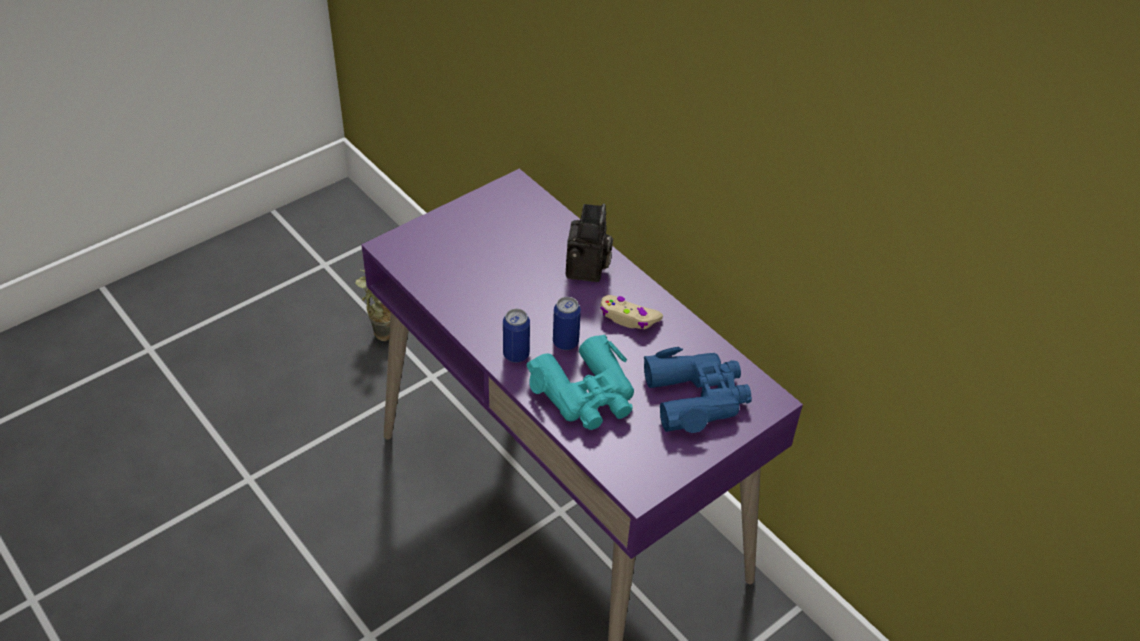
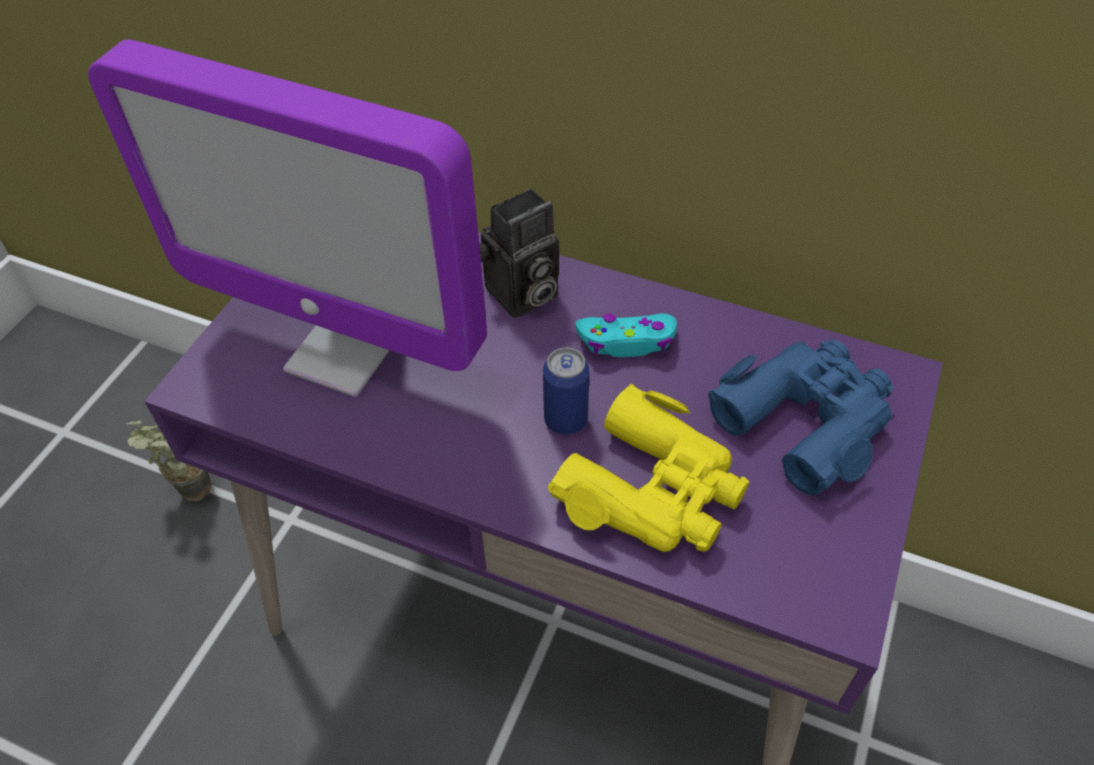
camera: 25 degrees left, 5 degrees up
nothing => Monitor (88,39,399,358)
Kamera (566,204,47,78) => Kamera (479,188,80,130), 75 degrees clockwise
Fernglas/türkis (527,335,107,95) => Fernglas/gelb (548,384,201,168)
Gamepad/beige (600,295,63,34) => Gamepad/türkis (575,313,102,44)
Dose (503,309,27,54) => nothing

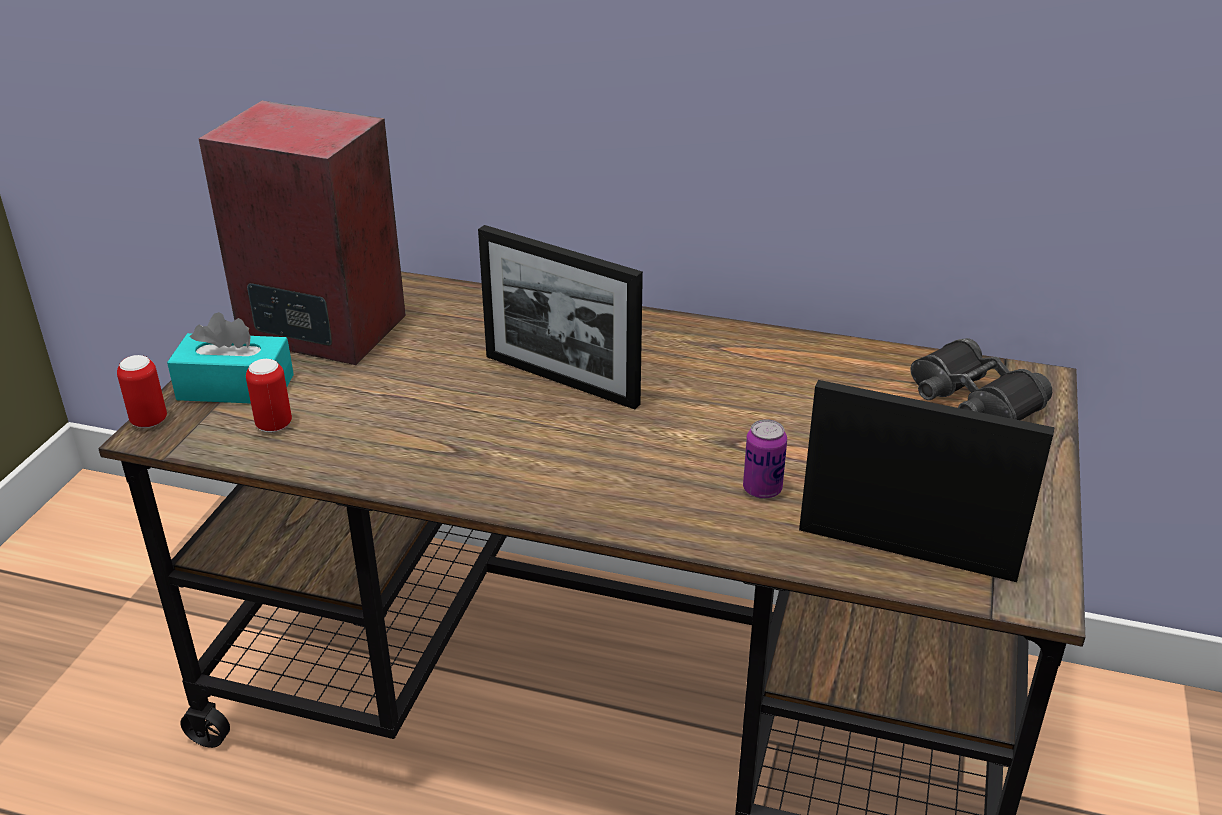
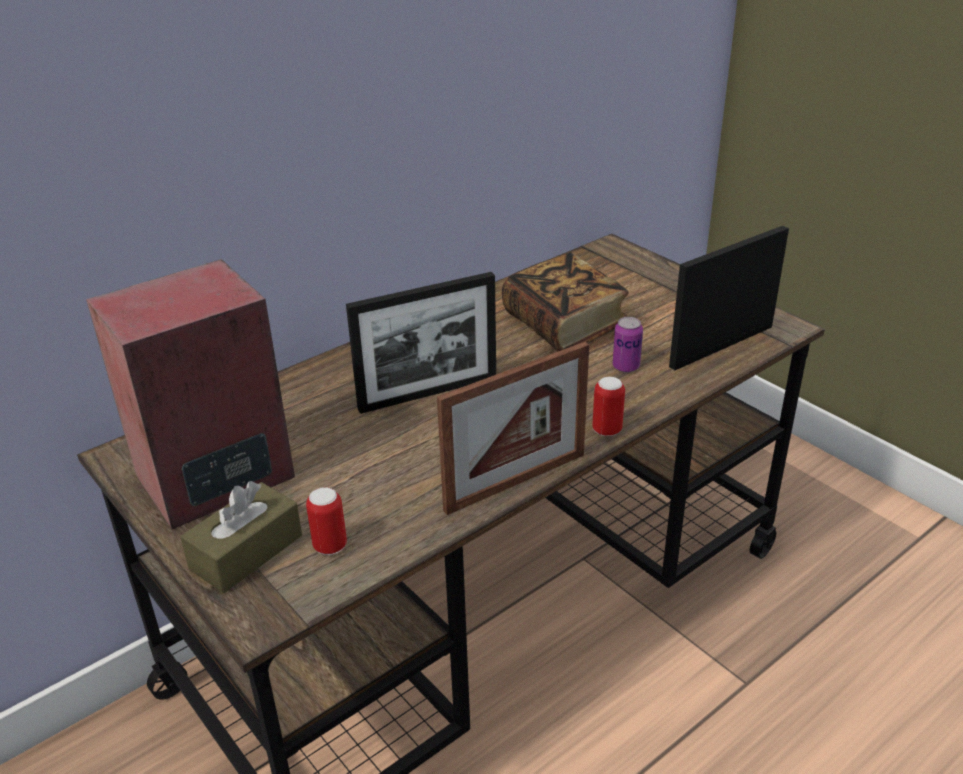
camera: 55 degrees left, 0 degrees up
Taschentuchbox/türkis (167,312,127,91) => Taschentuchbox/braun (180,481,122,112)
nothing => Bilderrahmen (437,342,152,173)
nothing => Buch (502,252,127,100)
Dose (117,355,50,73) => Dose (592,377,33,59), shifted
Fernglas/schwarz (911,338,141,82) => nothing

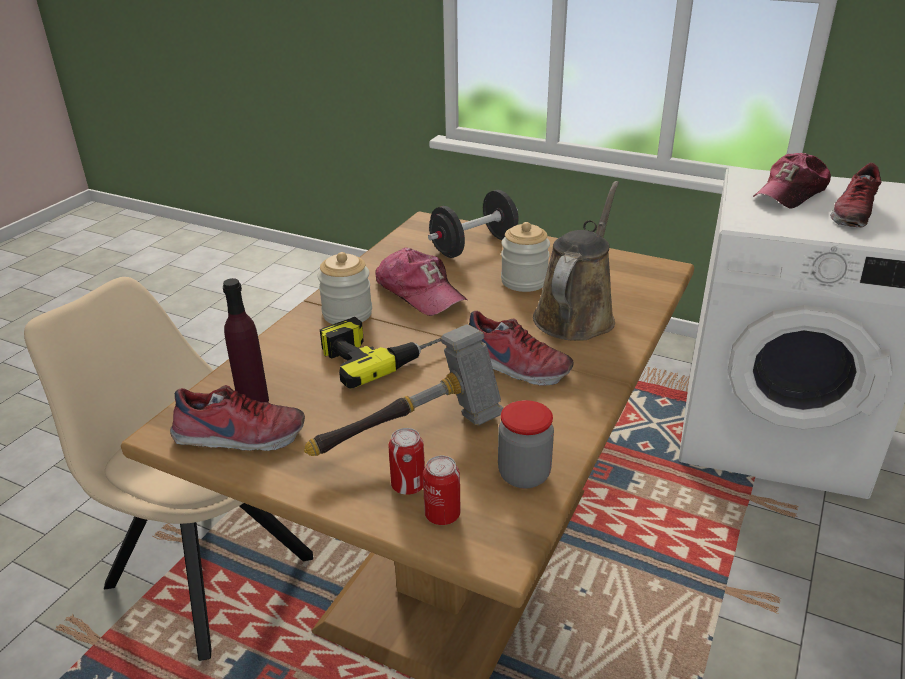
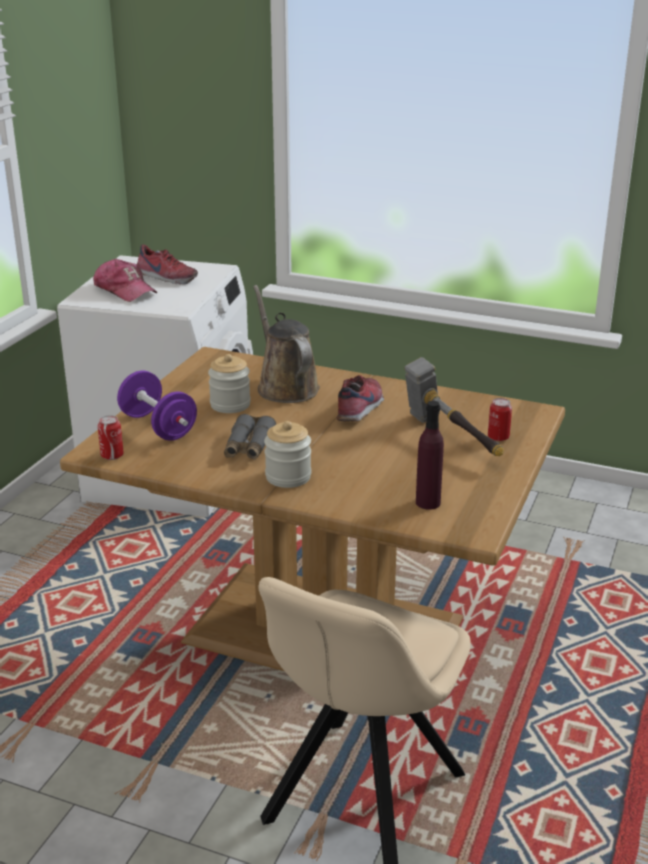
camera: 95 degrees left, 5 degrees down
Dose (423,456,38,69) => Dose (98,415,26,45), shifted
Hantel/schwarz (428,190,90,68) => Hantel/lila (117,371,80,70)
Kappe (376,247,91,69) => Fernglas/grau (224,414,52,46)
Gießkanne/braun (533,181,86,160) => Gießkanne/braun (253,285,67,118), 45 degrees clockwise
Schuh (170,385,135,66) => nothing
Bohrmaschine (320,317,121,72) => nothing
Vorratsglas (498,400,56,89) => nothing

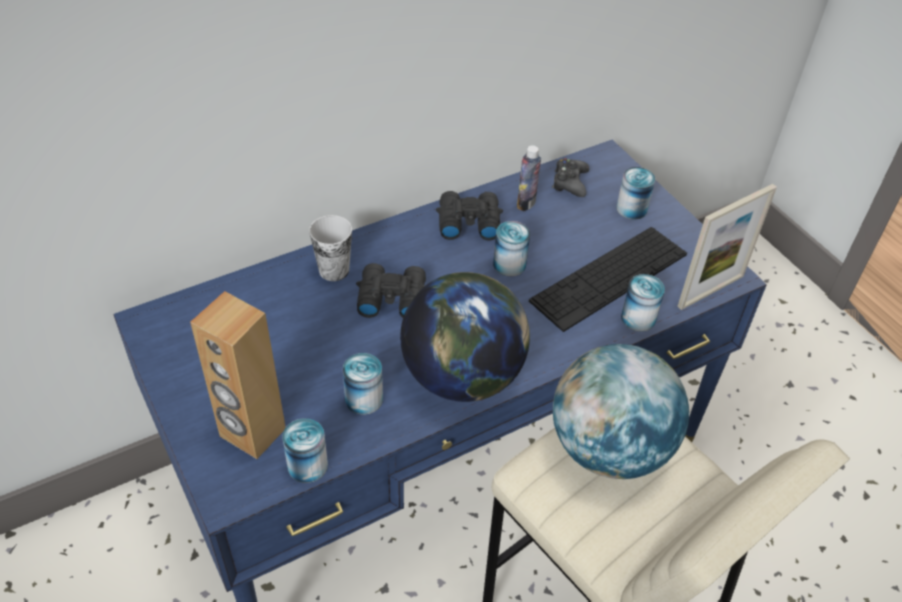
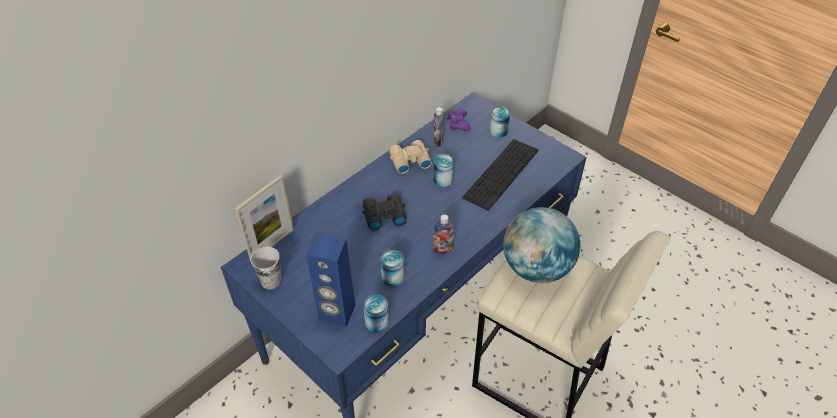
camera: 15 degrees left, 0 degrees up
Bilderrahmen (677,184,100,126) => Bilderrahmen (235,175,59,86), shifted
Tasse (309,215,43,66) => Tasse (251,247,31,42), shifted
Lautsprecher/braun (190,291,96,168) => Lautsprecher/blau (306,232,49,95)
Fernglas/schwarz (436,191,67,50) => Fernglas/beige (389,140,43,34)
Globus (400,272,130,130) => Flasche (433,214,22,40)
Gamepad/schwarz (552,158,38,39) => Gamepad/lila (447,110,24,21)
Dose (621,274,44,58) => nothing

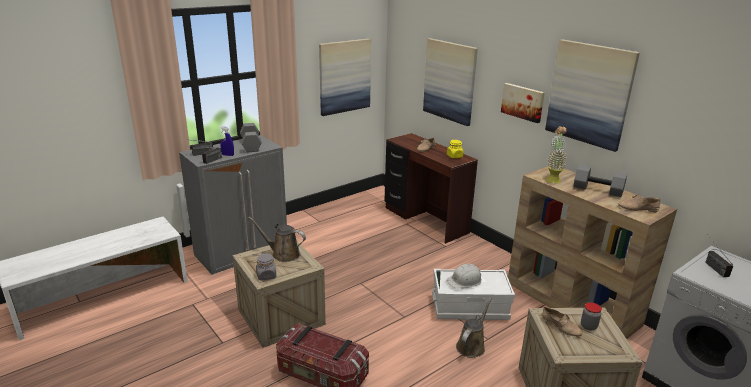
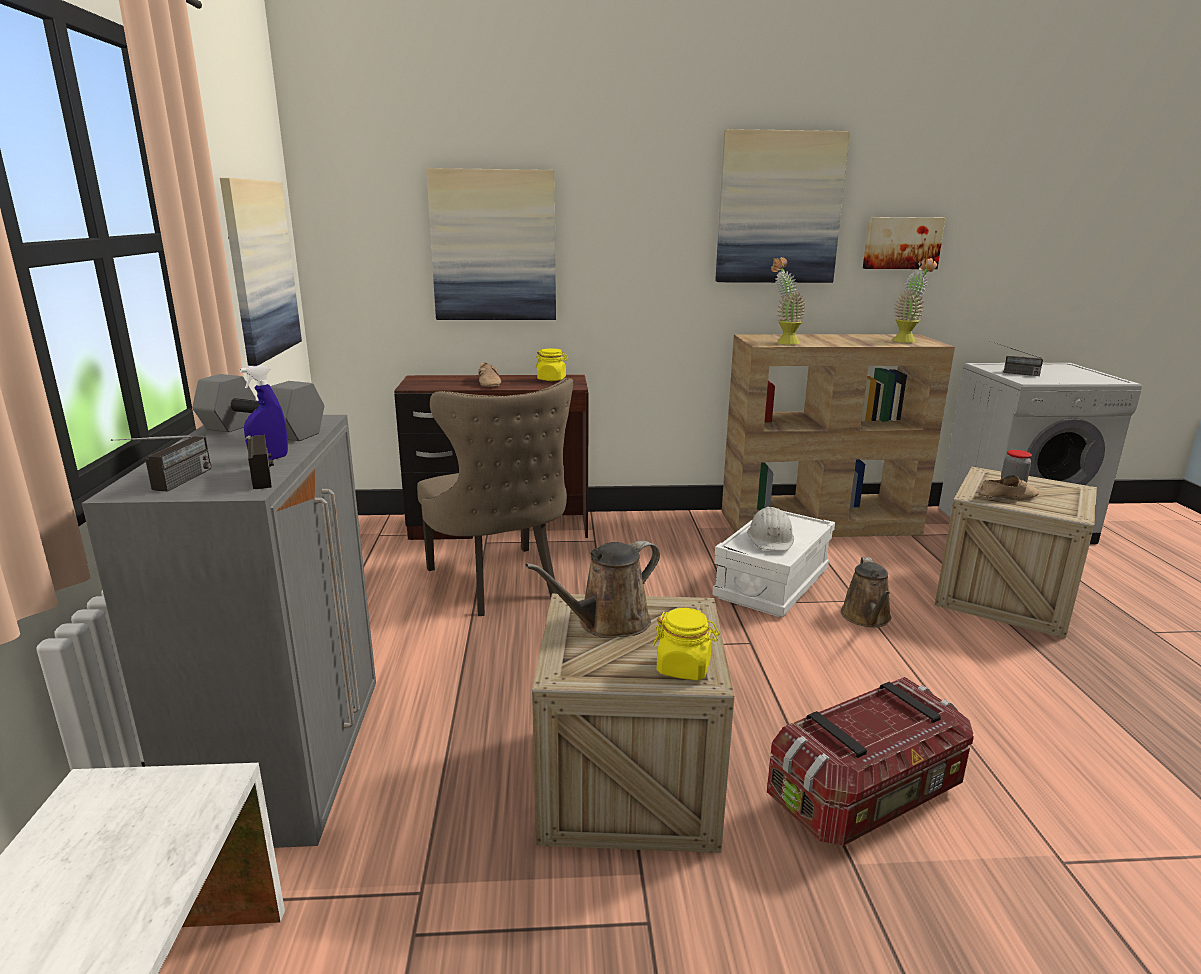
camera: 55 degrees left, 5 degrees down
nothing => Stuhl/beige (417,377,156,239)
Vorratsglas/grau (256,253,20,27) => Vorratsglas/gelb (653,608,66,72)
Gießkanne/braun (456,298,36,60) => Gießkanne/braun (841,557,50,70), 150 degrees counterclockwise
Bild (501,83,44,40) => Bild (863,217,82,52), shifted
Schuh/beige (618,195,43,17) => Topfpflanze (893,258,44,85)
Hantel/grau (574,165,53,32) => nothing

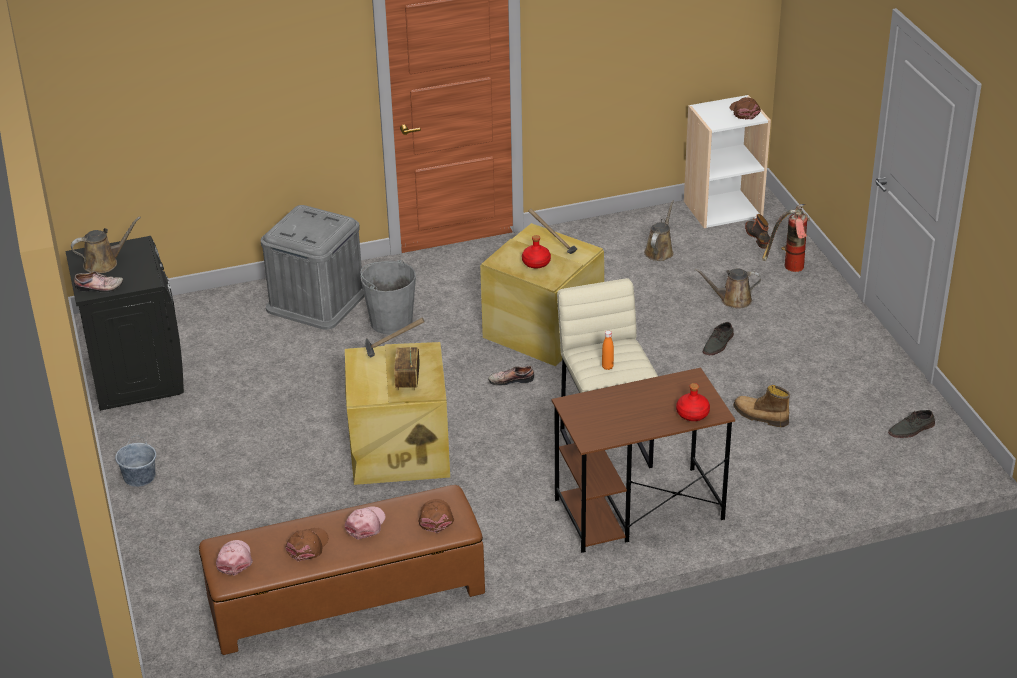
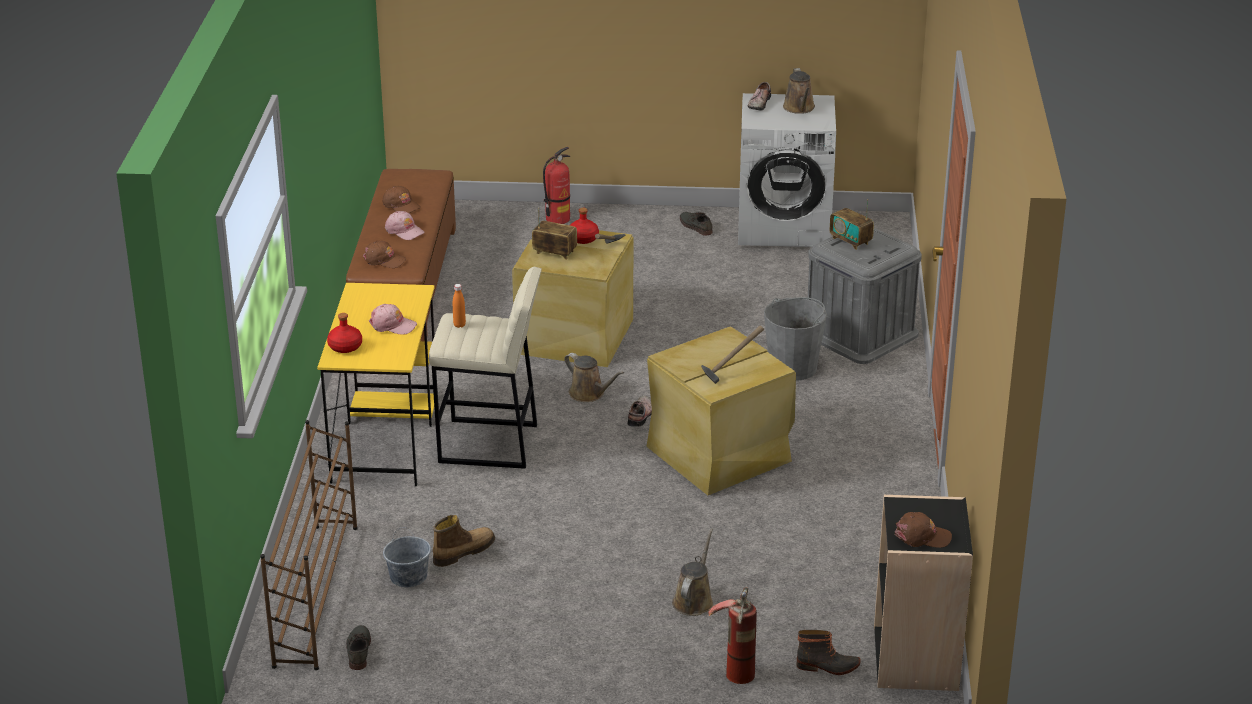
camera: 110 degrees right, 5 degrees down
nothing => Schuhregal/braun (260,420,98,250)
Schreibtisch/braun (552,368,183,185) => Schreibtisch/gelb (317,283,120,203)
Kappe/rosa (216,540,37,35) => Kappe/rosa (369,304,48,31), shifted
Eimer/grau (115,435,41,52) => Eimer/grau (383,528,48,59), shifted
nothing => Feuerlöscher (543,147,27,77)
Gießkanne/braun (644,201,30,60) => Gießkanne/braun (564,353,60,49), shifted
Flasche/rot (522,235,29,33) => Flasche/rot (570,208,29,36), shifted
Schuh/grau (703,322,31,33) => Schuh/grau (680,212,33,24), shifted
Waschmaschine/schwarz (65,236,119,175) => Waschmaschine/weiß (738,93,98,154)
nothing => Radio (829,199,45,51)
Bücherregal/weiß (684,95,87,133) => Bücherregal/schwarz (874,495,99,196)

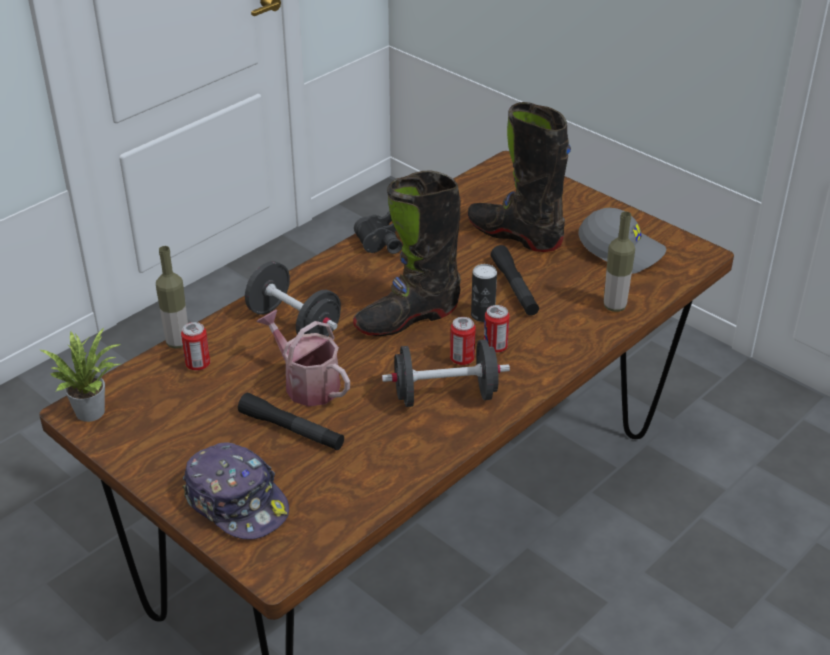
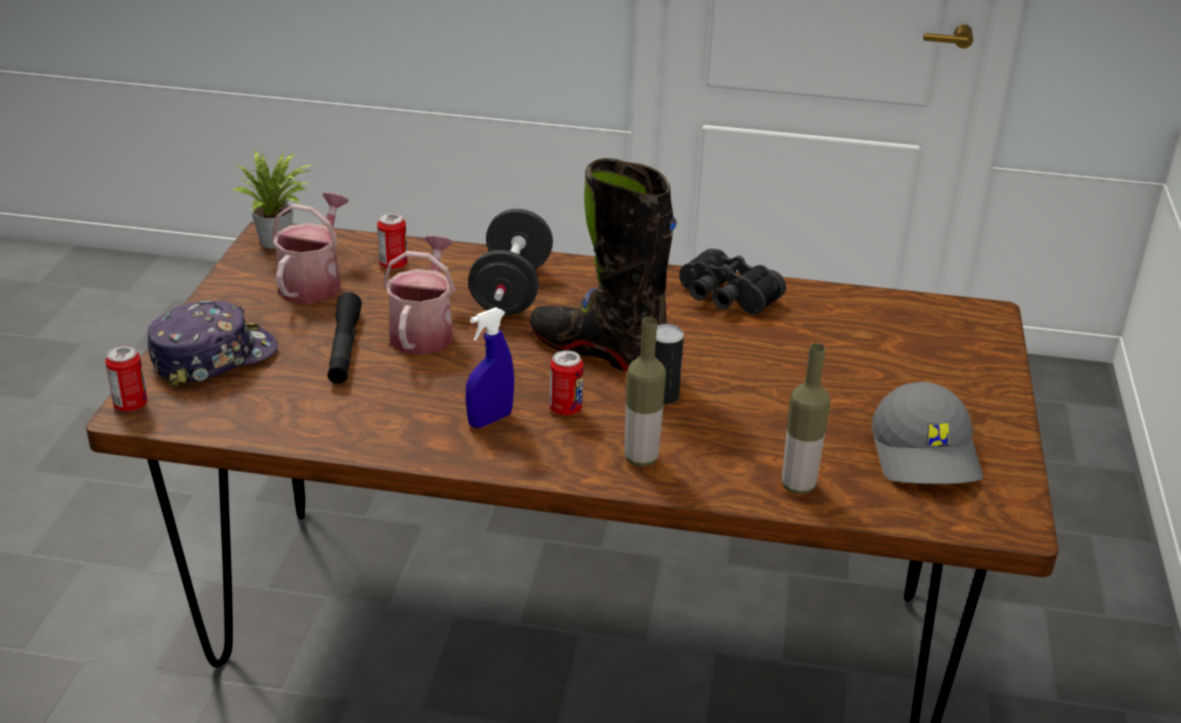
camera: 55 degrees right, 5 degrees down
Dose (484,305,26,48) => Dose (105,346,42,66), shifted
Kappe (182,442,107,97) => Kappe (148,301,130,87), 135 degrees counterclockwise
nothing => Gießkanne (272,192,77,112)
Hantel/schwarz (382,340,128,67) => Sprühflasche/blau (466,307,48,121)
Flasche (156,246,32,103) => Flasche (624,317,42,150), shifted
Stiefel/schwarz (468,102,103,150) => nothing
Taschenlampe/schwarz (491,245,48,71) => nothing

